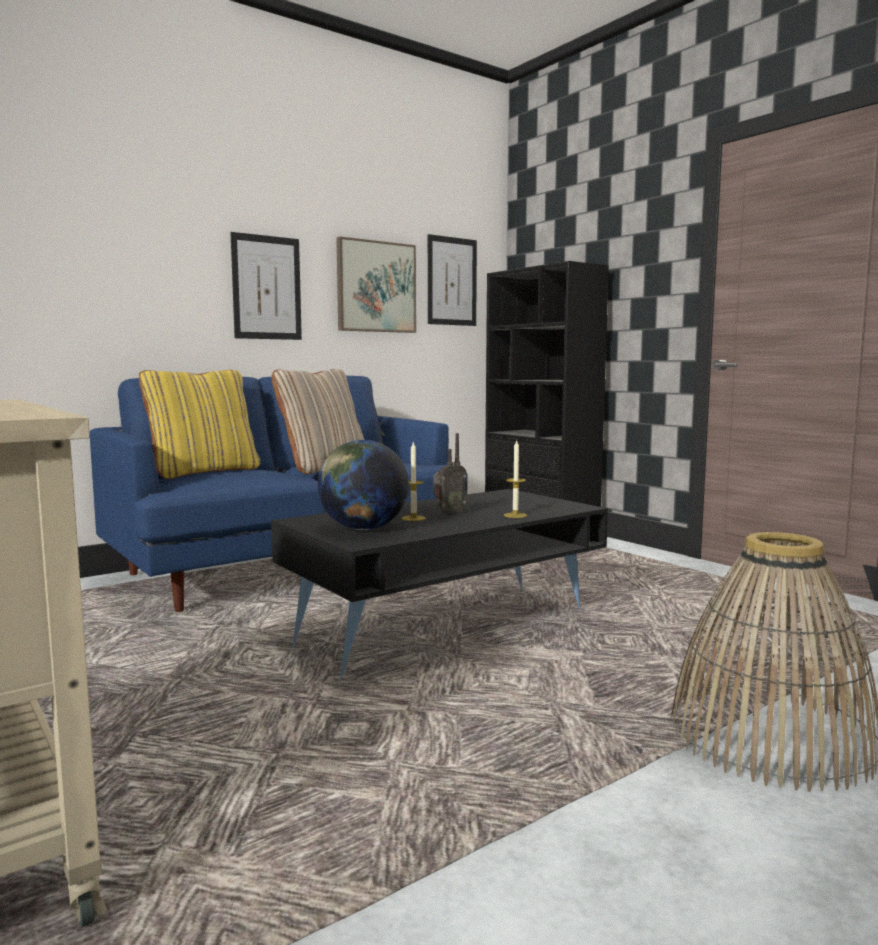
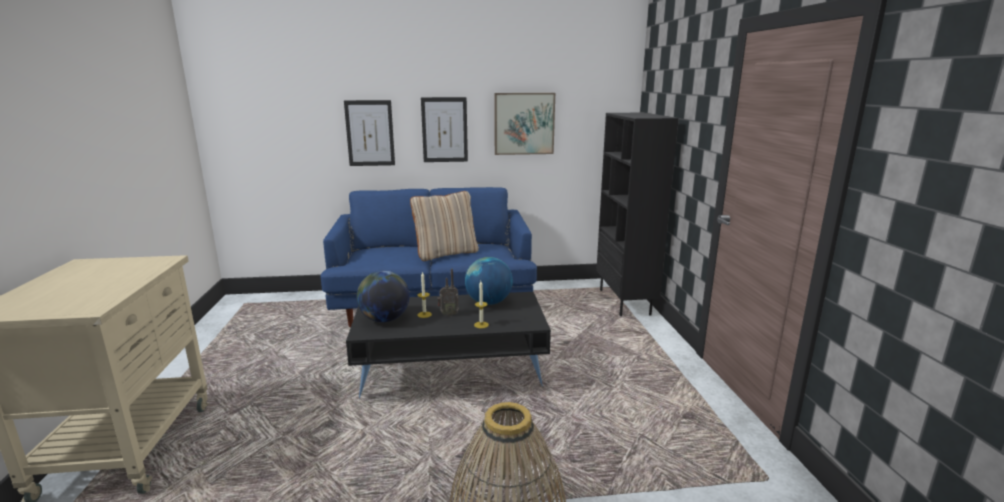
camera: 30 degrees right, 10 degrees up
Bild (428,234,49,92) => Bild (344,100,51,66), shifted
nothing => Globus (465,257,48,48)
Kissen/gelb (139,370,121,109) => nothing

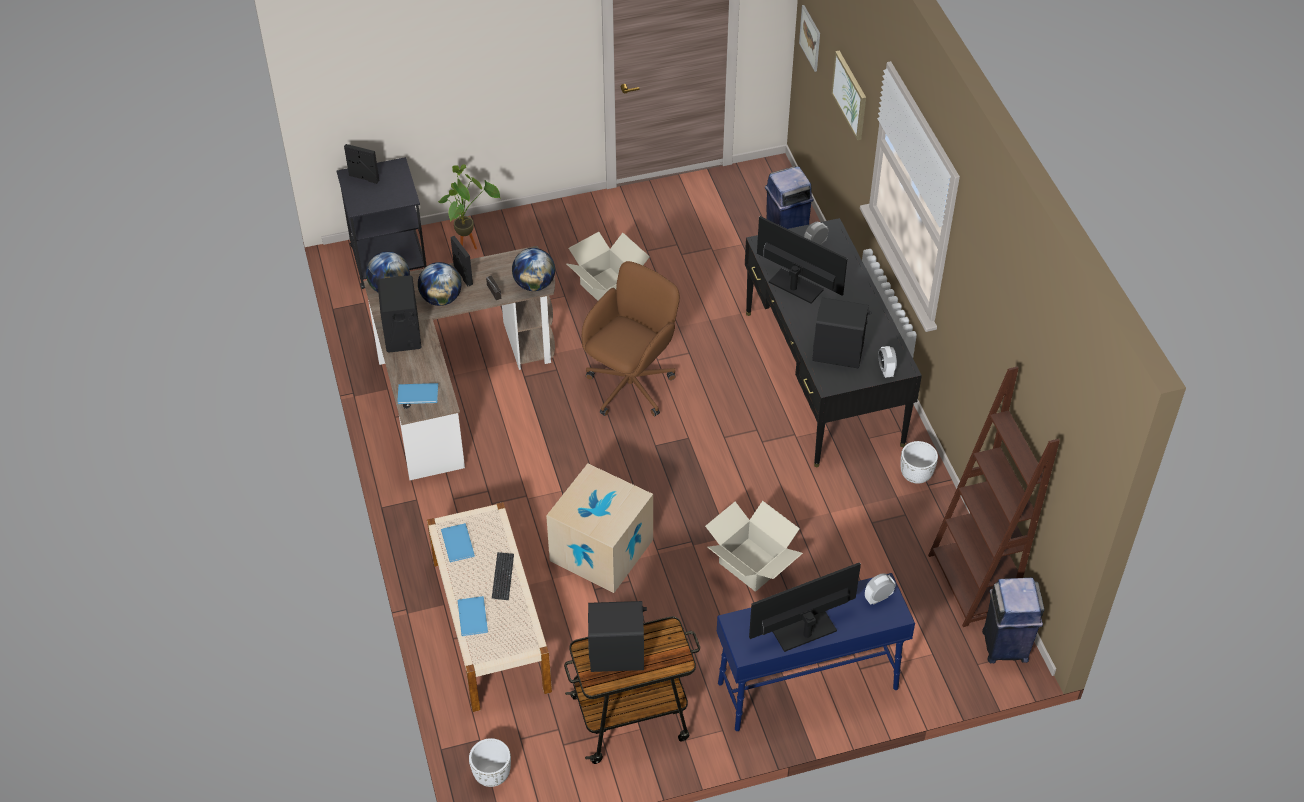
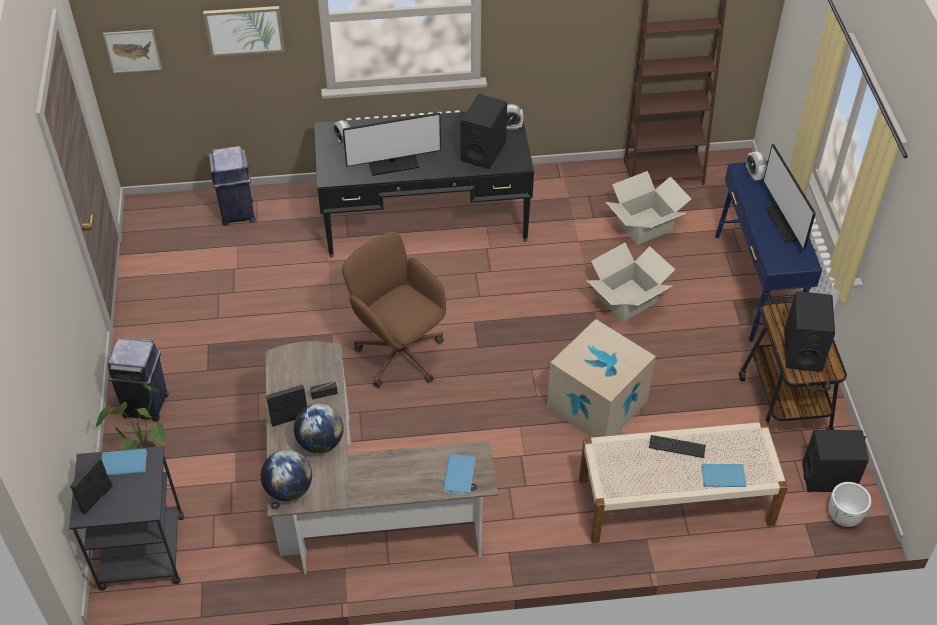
camera: 80 degrees left, 0 degrees up
Buch/blau (441,523,34,39) => Buch/blau (102,449,45,27), shifted
Mülleimer/blau (982,578,63,85) => Mülleimer/blau (108,337,61,85), shifted
Monitor (757,216,91,88) => Monitor (343,112,98,64), 150 degrees counterclockwise
Karton (566,232,84,69) => Karton (606,171,85,74), shifted
Lautsprecher/schwarz (377,275,44,78) => Lautsprecher/schwarz (802,430,67,62), shifted
Globus (512,248,43,43) => nothing
Pflanzkübel/weiß (901,441,37,43) => nothing

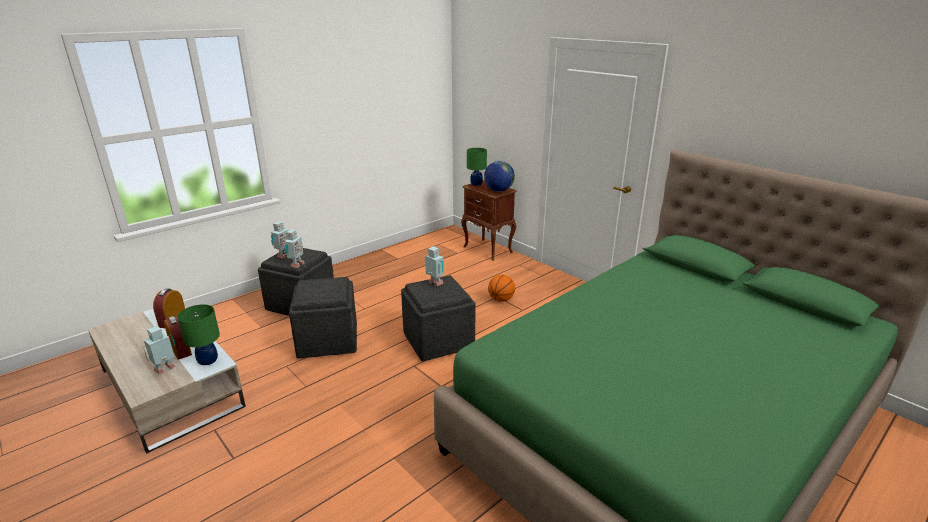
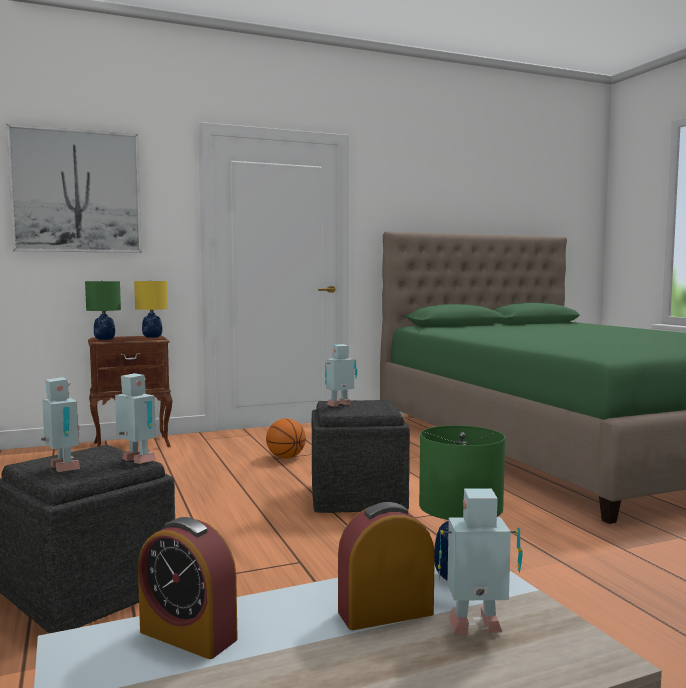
camera: 70 degrees left, 20 degrees down
nothing => Bild (6,124,136,129)
Globus (484,161,31,31) => Tischlampe/gelb (134,280,34,58)
Spielzeugroboter (143,326,32,49) => Spielzeugroboter (438,488,85,146), 120 degrees clockwise
Polsterhocker/grau (289,277,68,81) => nothing

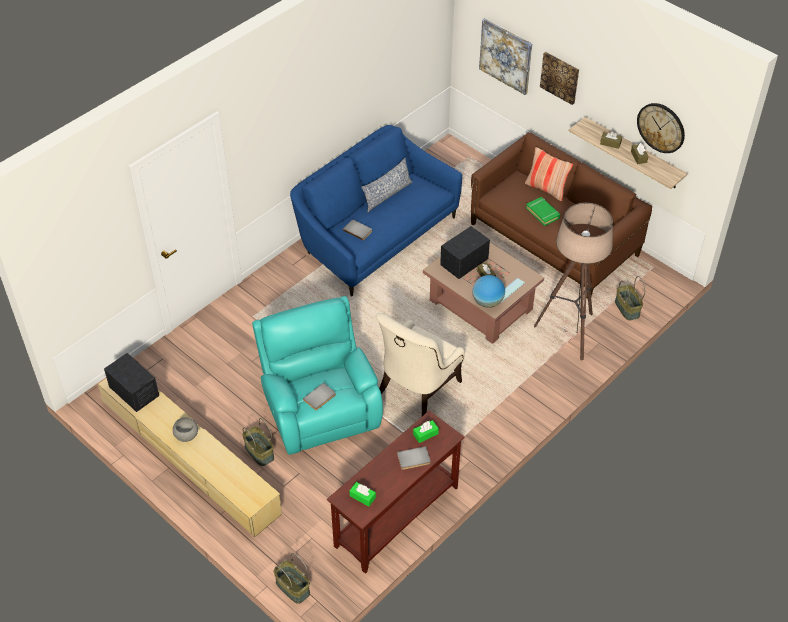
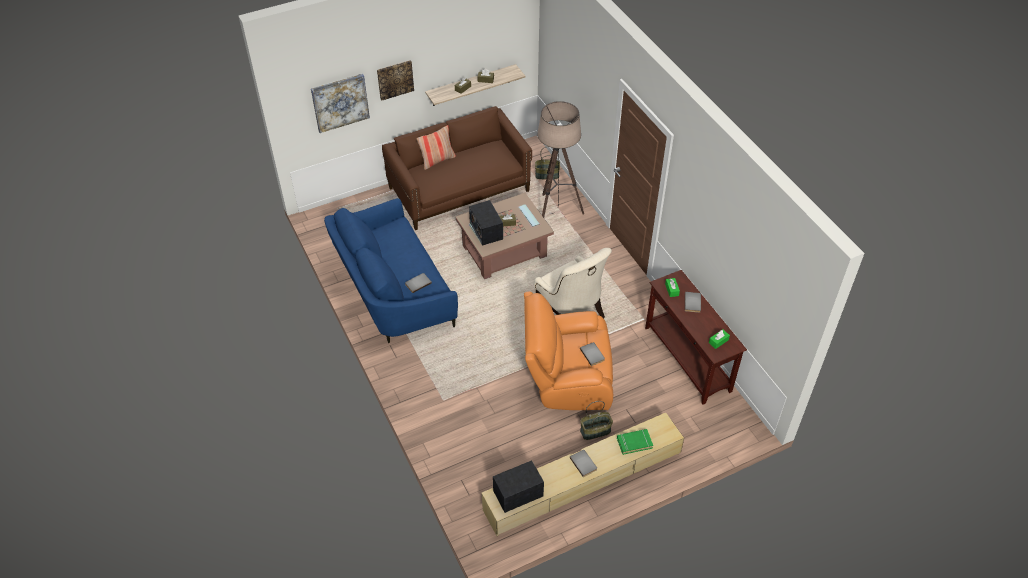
camera: 70 degrees left, 0 degrees up
Sessel/türkis (252,296,131,159) => Sessel/orange (524,292,89,118)
Schüssel/grau (173,417,25,25) => Buch/grau (570,450,27,27)
Buch/grün (526,197,34,29) => Buch/grün (617,429,36,26), shifted
Korb (273,553,37,51) => nothing
Kissen (361,158,52,55) => nothing
Globus (472,275,33,33) => nothing
Wanduhr (637,103,48,50) => nothing

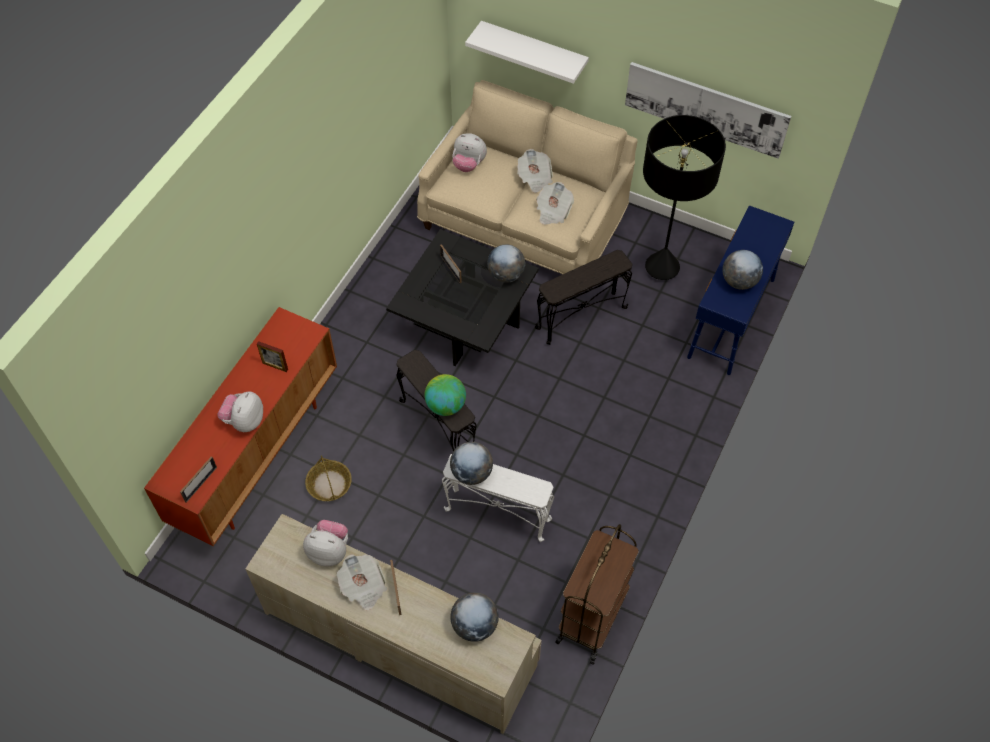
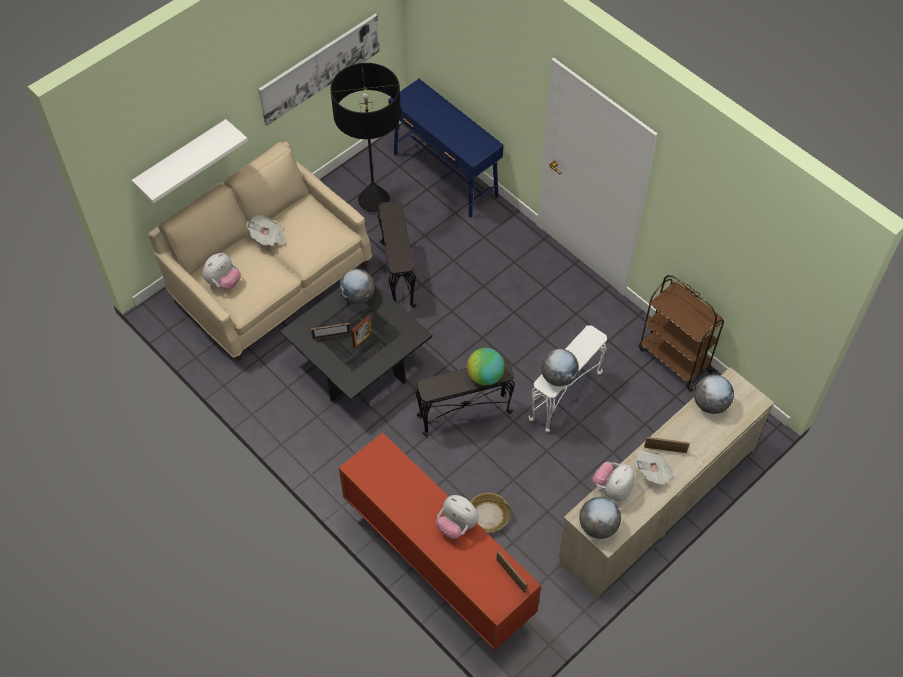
camera: 70 degrees left, 0 degrees up
Bilderrahmen (257,341,31,31) => Bilderrahmen (351,315,21,33), shifted
Globus (722,250,41,40) => Globus (579,497,42,42), shifted
Zeitung (536,182,38,42) => nothing

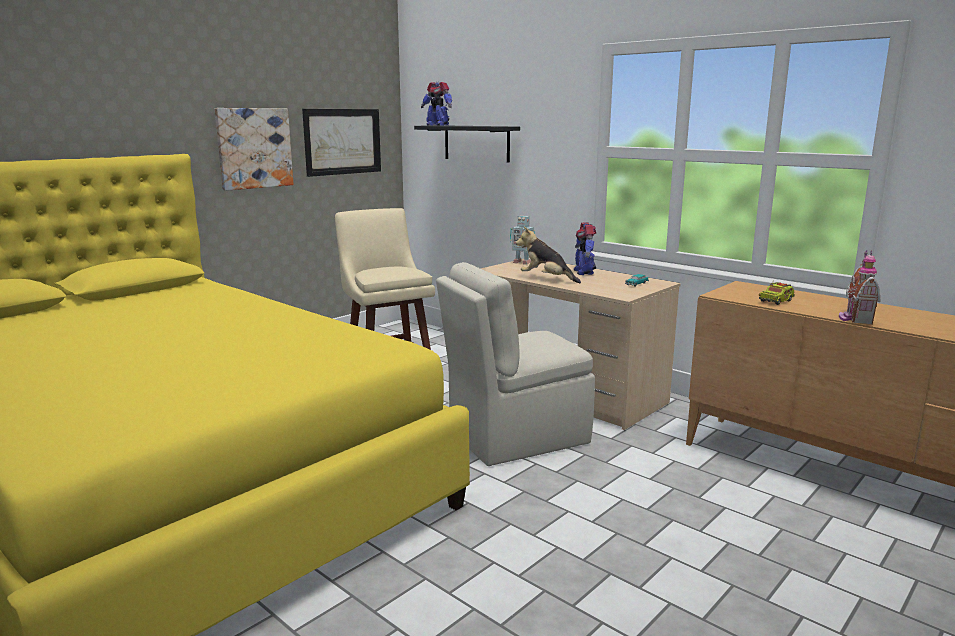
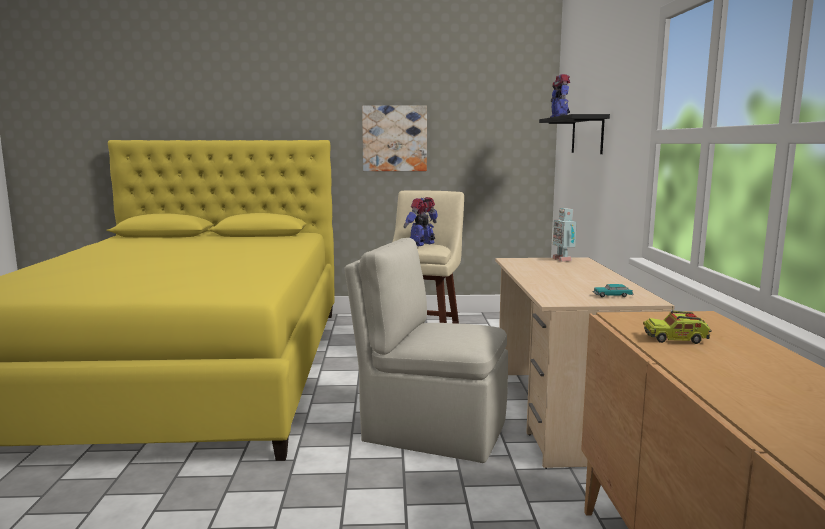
camera: 45 degrees right, 5 degrees down
Spielzeugroboter (574,222,22,53) => Spielzeugroboter (403,197,34,49), shifted
Bild (302,109,79,68) => nothing
Plüschtier (516,227,65,56) => nothing
Spielzeughaus (839,251,42,74) => nothing

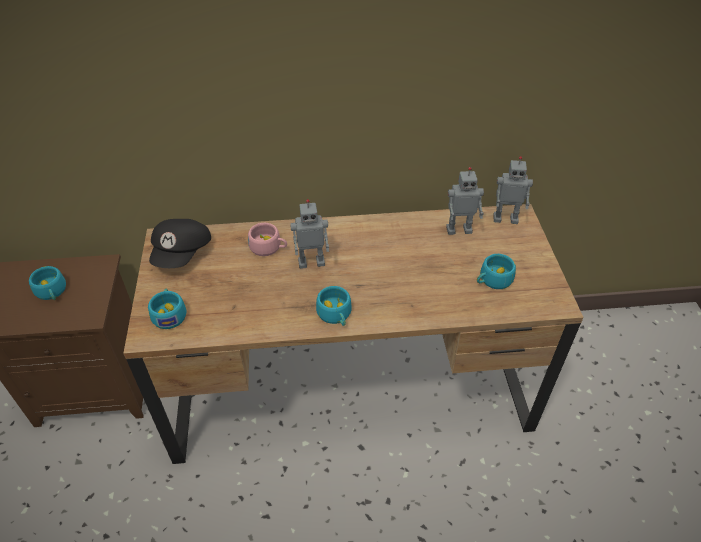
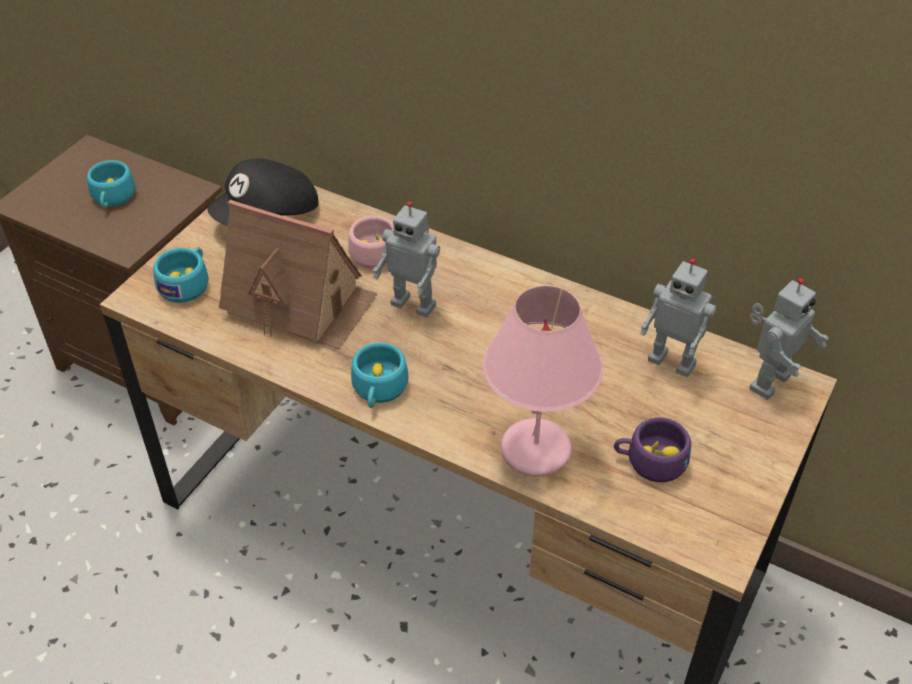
camera: 35 degrees right, 0 degrees up
nothing => Spielzeughaus (219,200,159,149)
nothing => Tischlampe/rosa (483,285,120,192)
Tasse/türkis (477,254,39,35) => Tasse/lila (614,417,77,65)
Spielzeugroboter (493,156,40,68) => Spielzeugroboter (749,278,80,122), 90 degrees counterclockwise

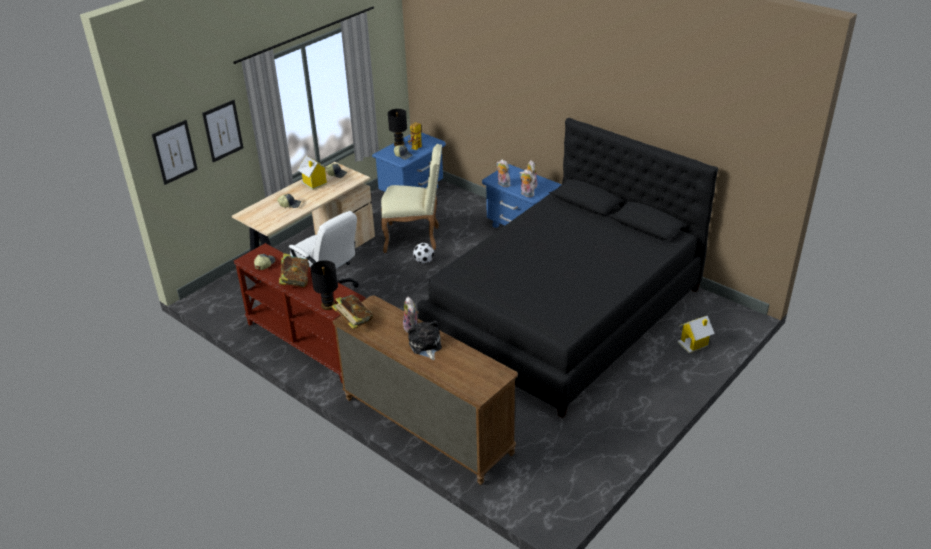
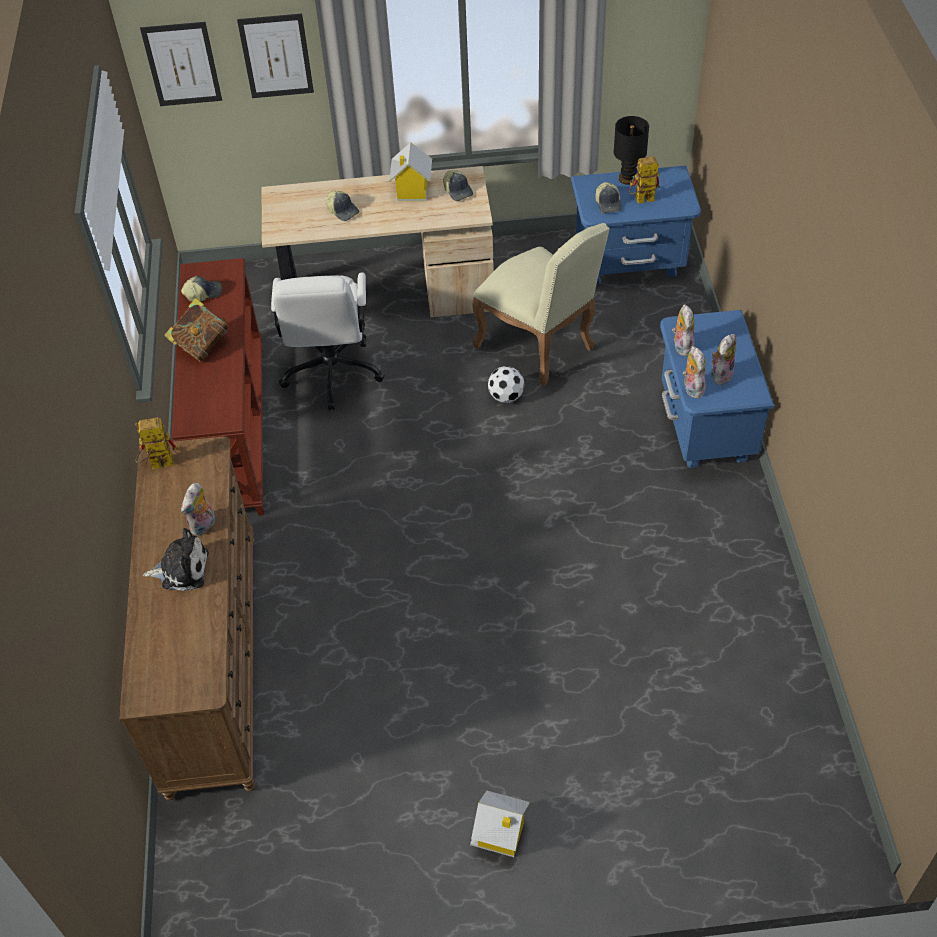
camera: 45 degrees right, 15 degrees up
Buch (331,295,42,34) => Spielzeugroboter (135,417,43,52)
Plüschtier (408,320,34,40) => Plüschtier (143,528,66,63), 60 degrees clockwise
Spielzeughaus (677,316,38,37) => Spielzeughaus (470,790,60,67), shifted
Tischlampe/schwarz (310,260,28,50) => nothing
Bett/schwarz (418,118,300,300) => nothing

